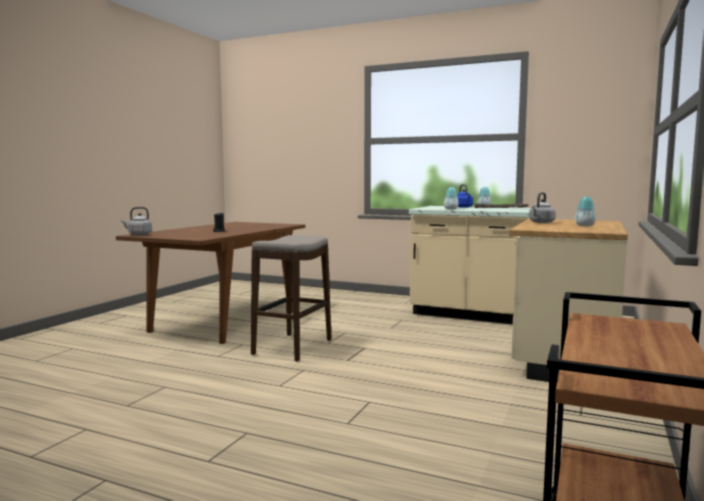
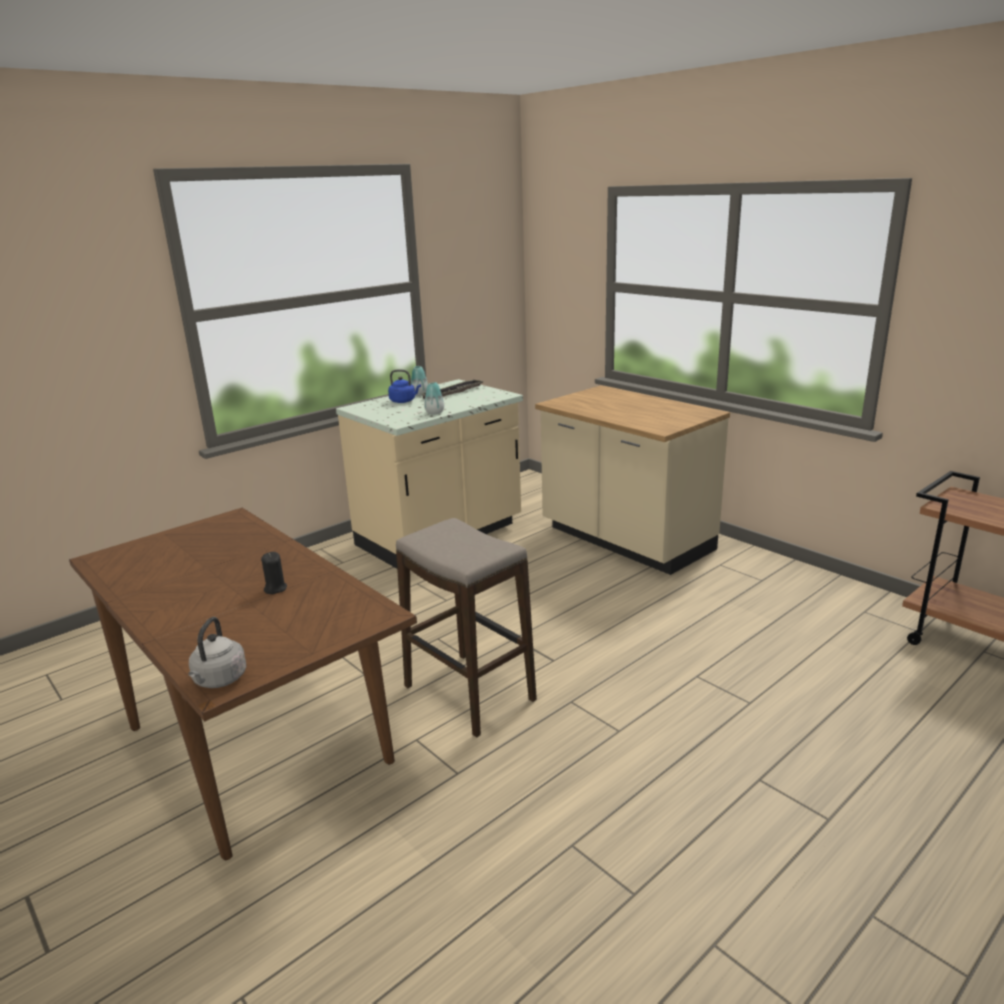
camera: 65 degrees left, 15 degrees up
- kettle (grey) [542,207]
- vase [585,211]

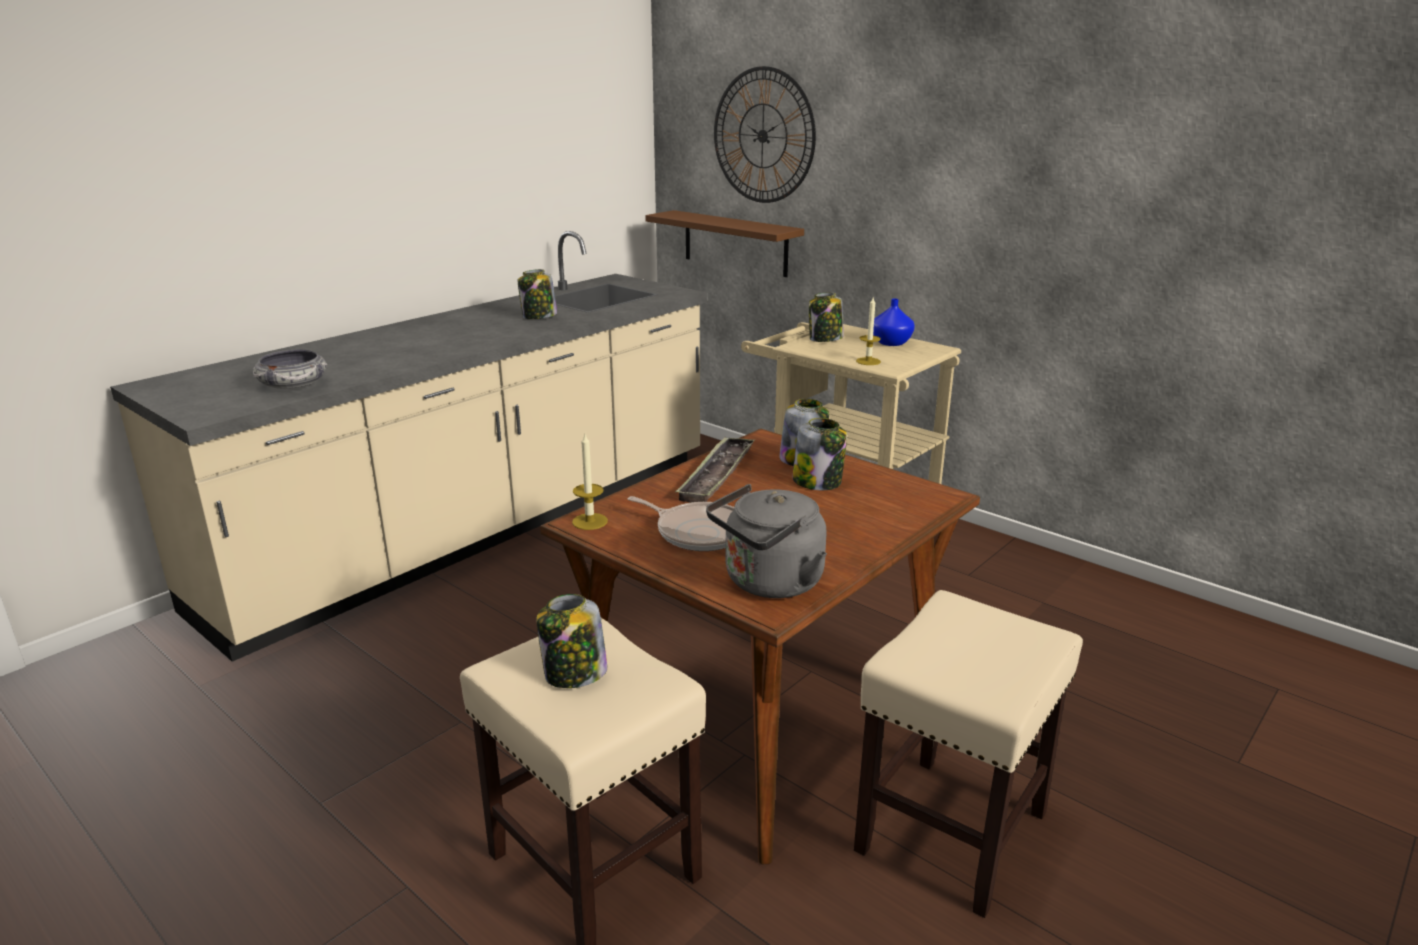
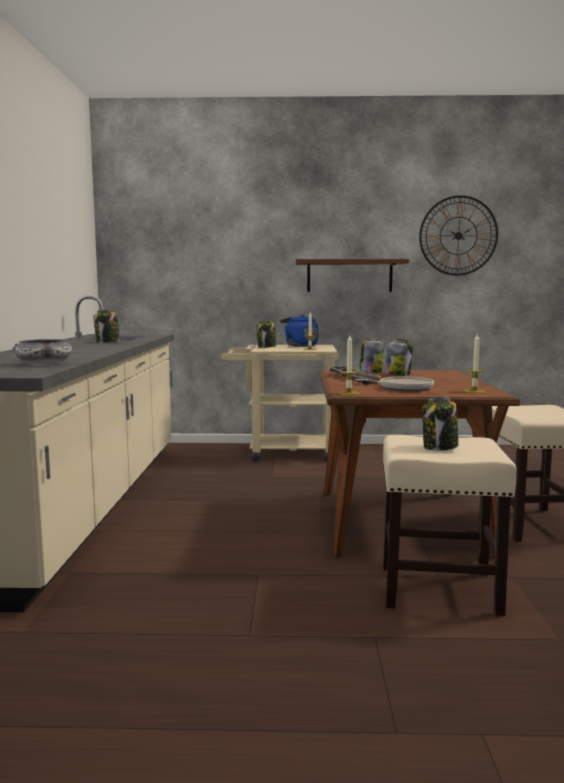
camera: 40 degrees left, 15 degrees down
~ vase (blue) [894,322] to kettle (blue) [299,330]
~ shelf (brown) [724,243] to [352,275]
~ wall clock [765,134] to [458,235]
~ kettle (grey) [766,541] to candle [474,363]

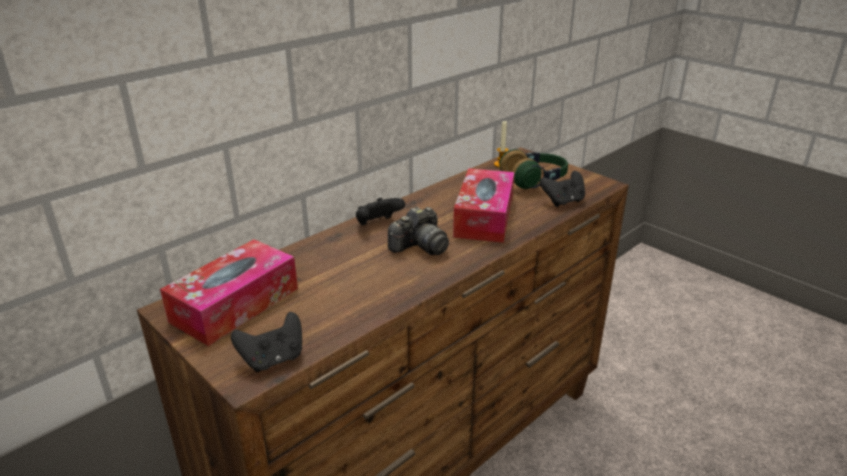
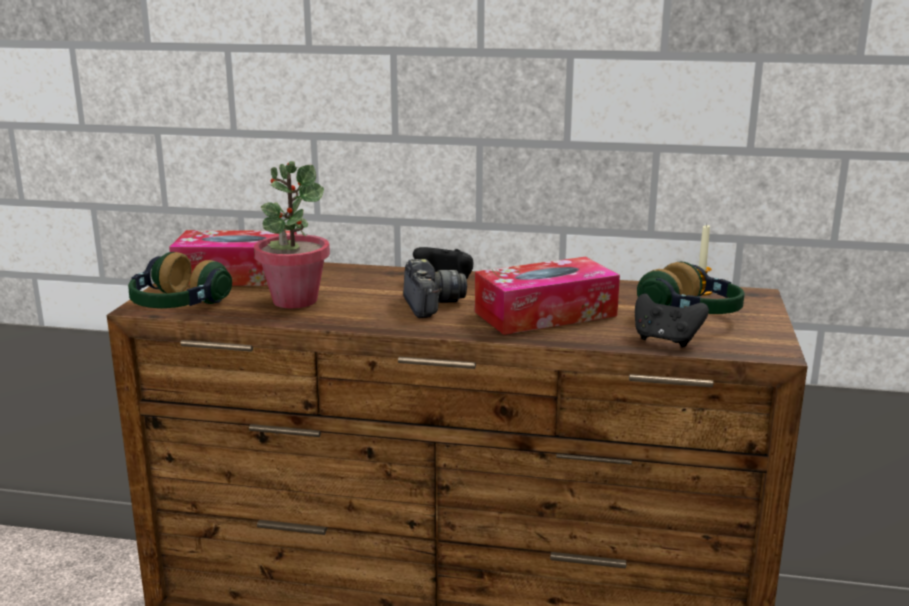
camera: 55 degrees right, 10 degrees down
~ game controller (black) [266,342] to headphones [180,280]
+ potted plant [292,235]
~ photo camera [418,230] = [435,288] 120 degrees counterclockwise

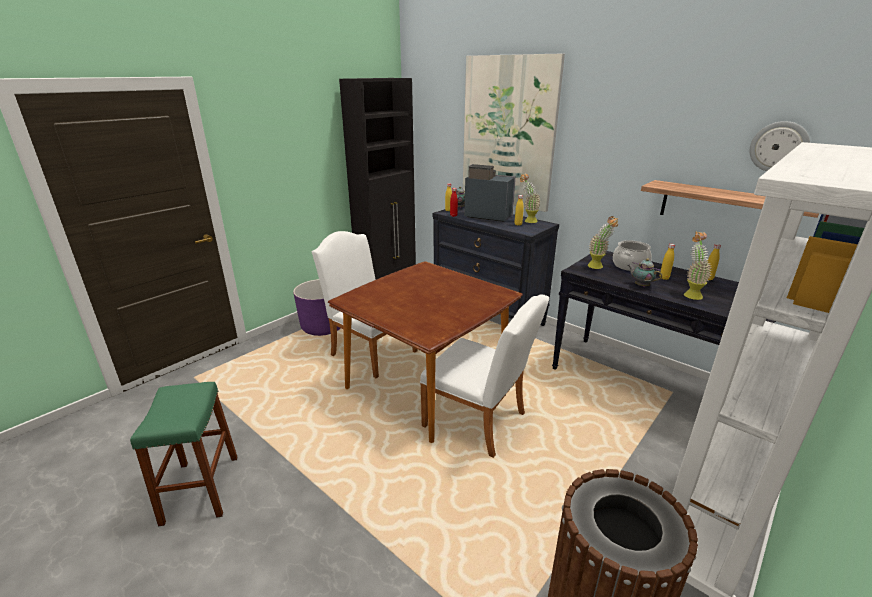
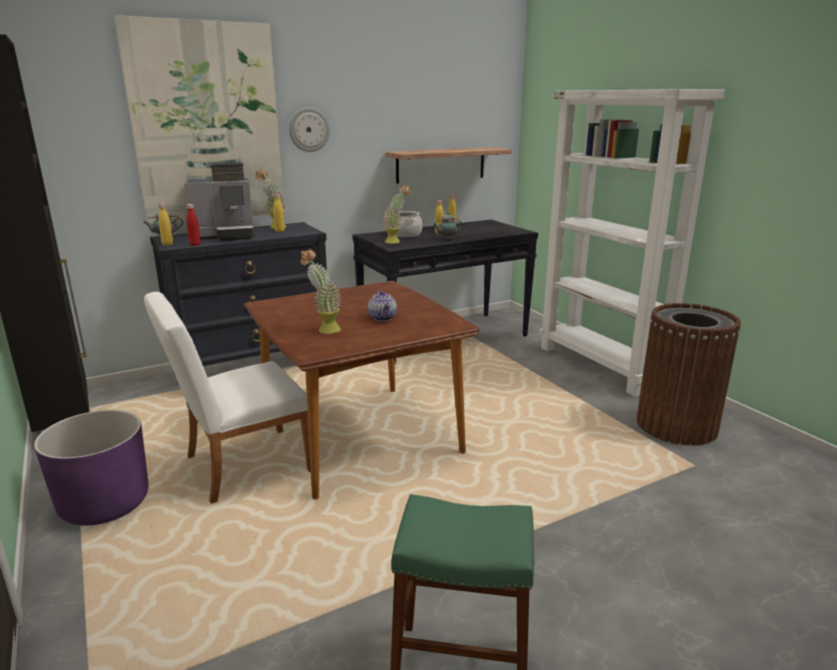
camera: 70 degrees left, 5 degrees down
~ coffee machine [490,193] = [219,202] 150 degrees counterclockwise
~ wall clock [780,146] to [309,129]
~ potted plant [698,266] to [320,292]
+ teapot [382,306]
- chair (white) [484,376]

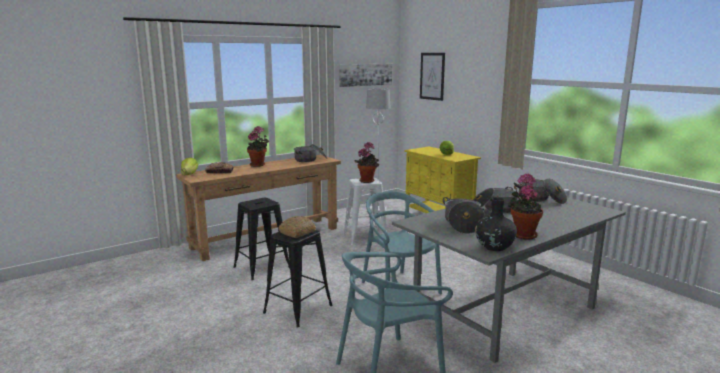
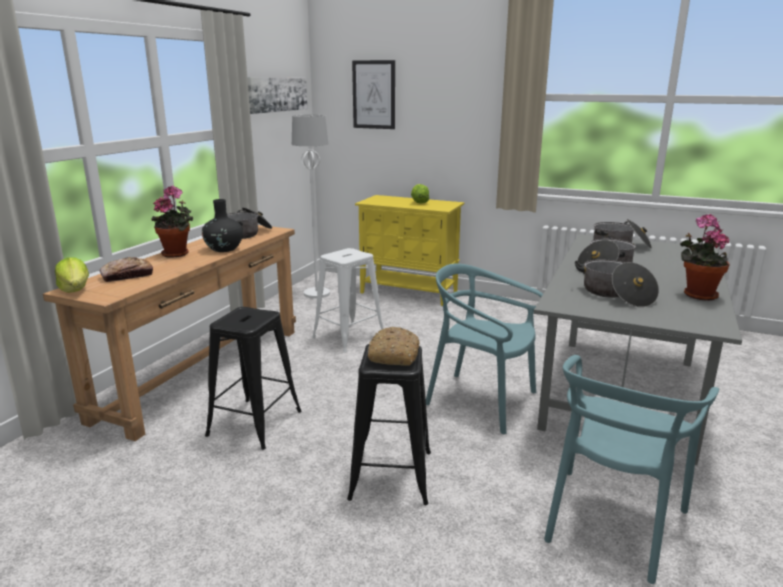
camera: 30 degrees left, 5 degrees up
~ vase (black) [496,224] to [222,225]
- potted plant [367,162]

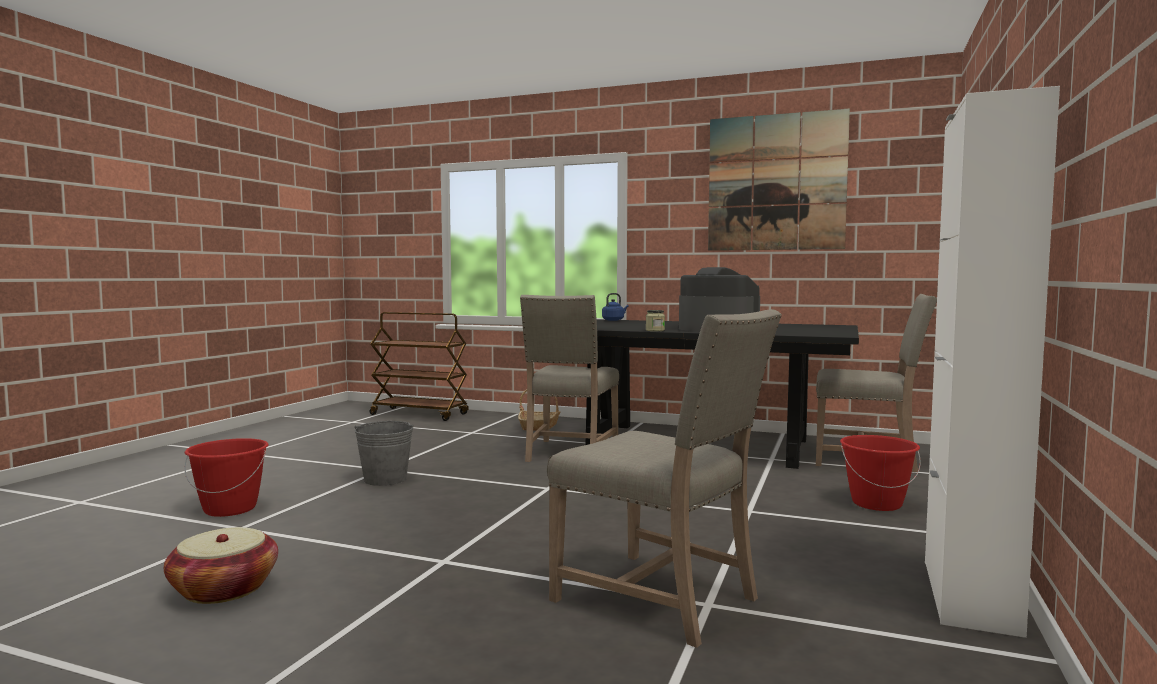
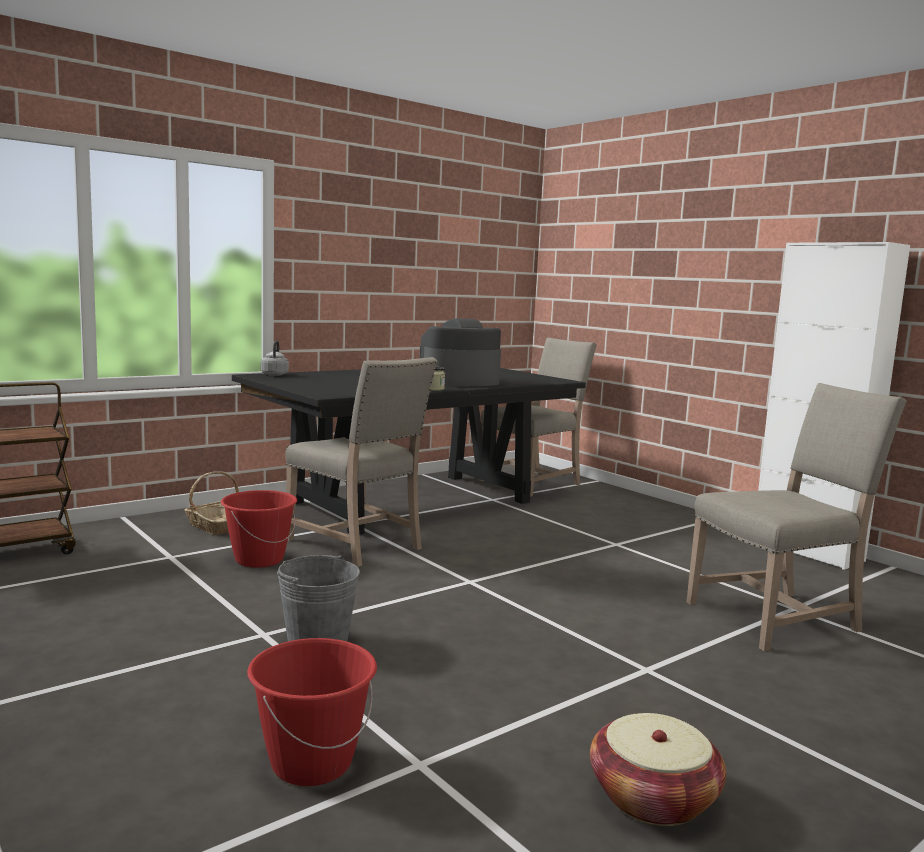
camera: 60 degrees left, 5 degrees up
~ bucket (red) [880,473] to [259,529]
~ kettle (blue) [615,307] to kettle (grey) [275,358]
- picture [779,179]

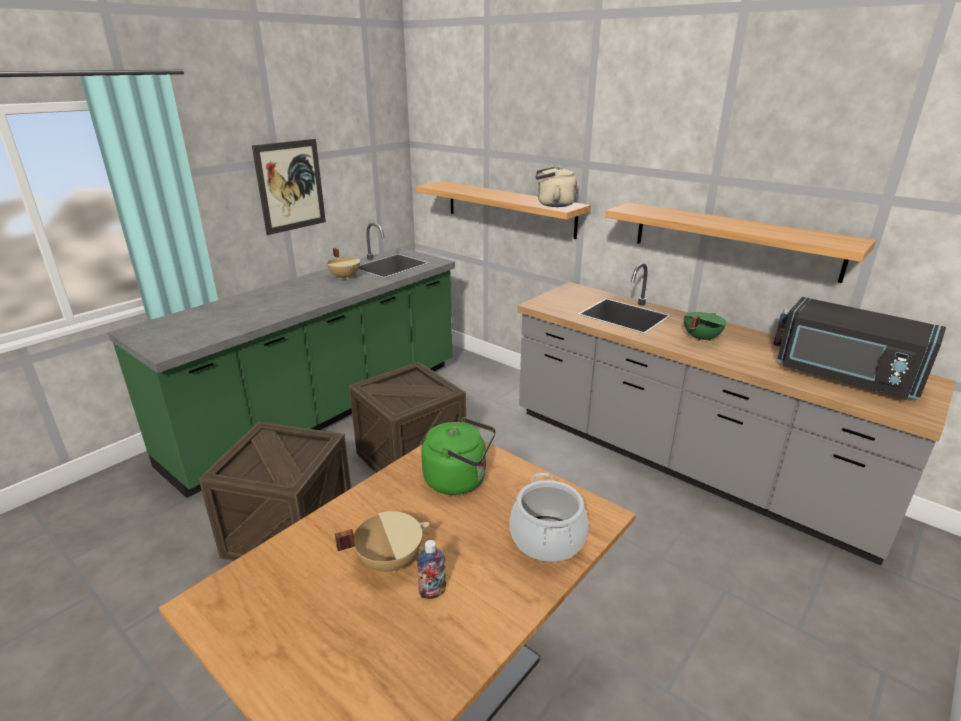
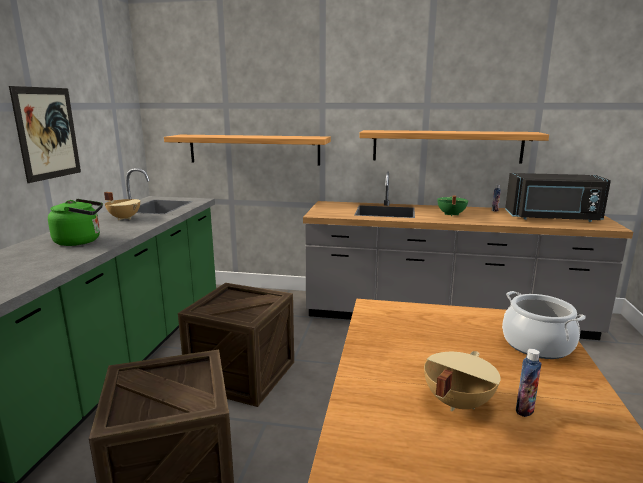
camera: 30 degrees left, 10 degrees down
~ kettle (green) [458,456] to [75,222]
- kettle (beige) [556,186]

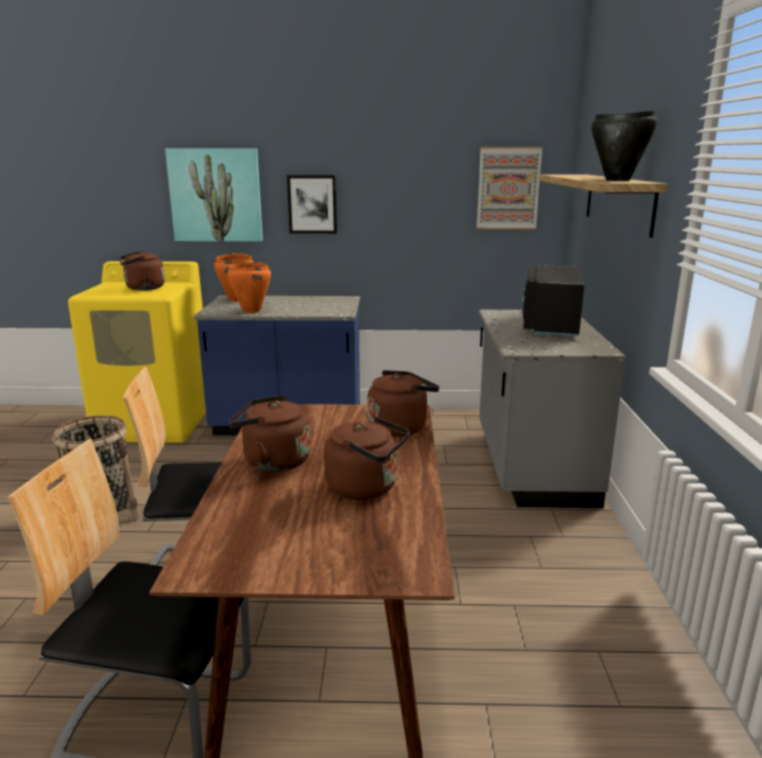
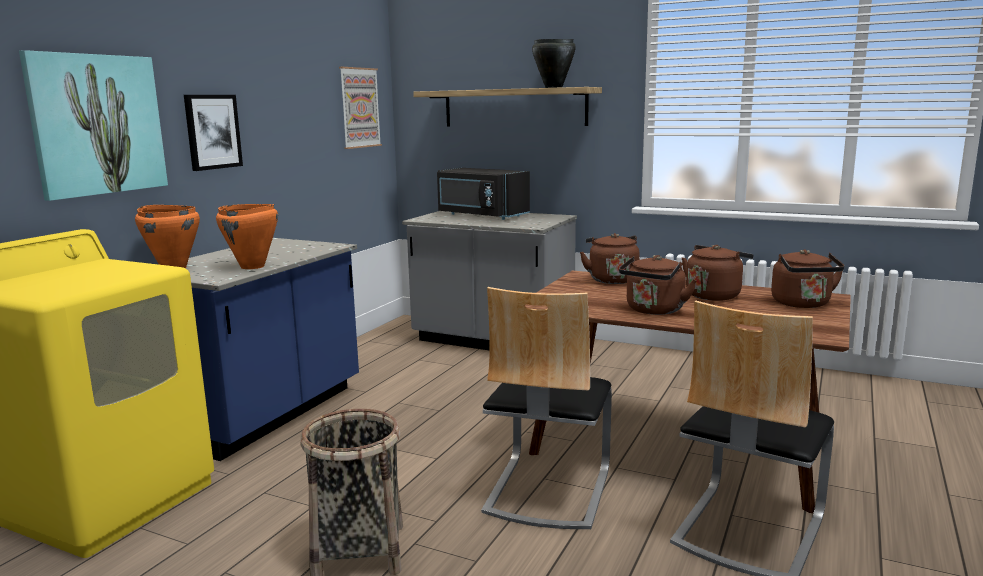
camera: 65 degrees left, 5 degrees down
~ kettle (brown) [141,270] to [807,278]

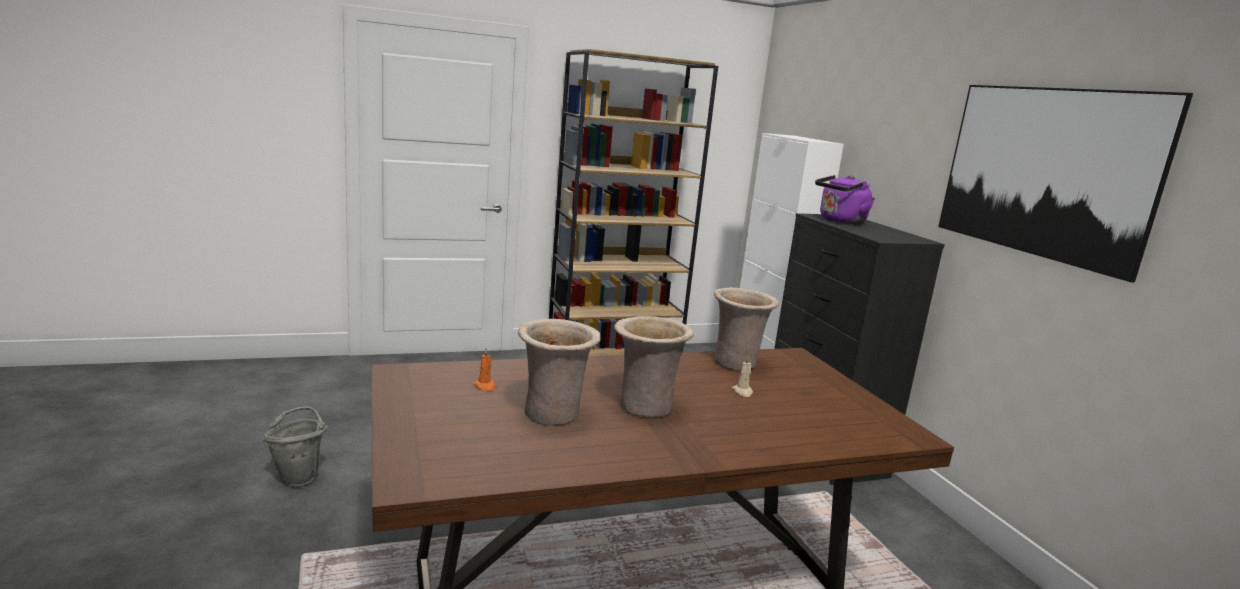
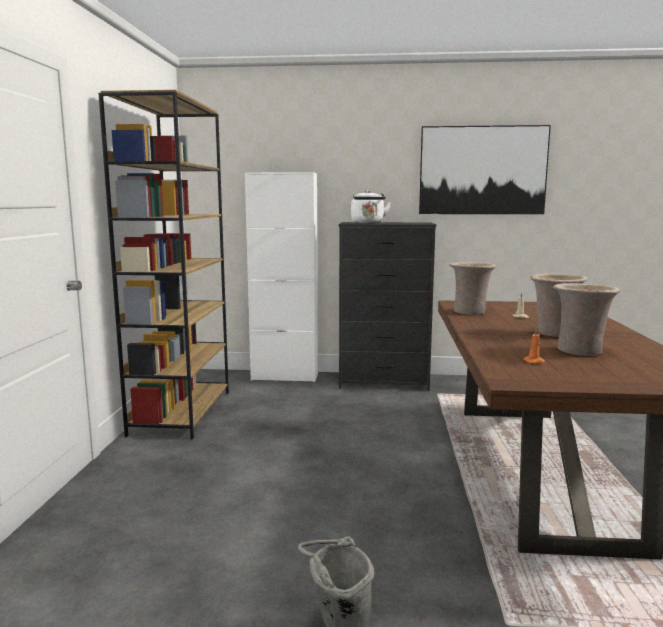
camera: 65 degrees left, 5 degrees down
~ kettle (purple) [845,199] to kettle (white) [371,206]

